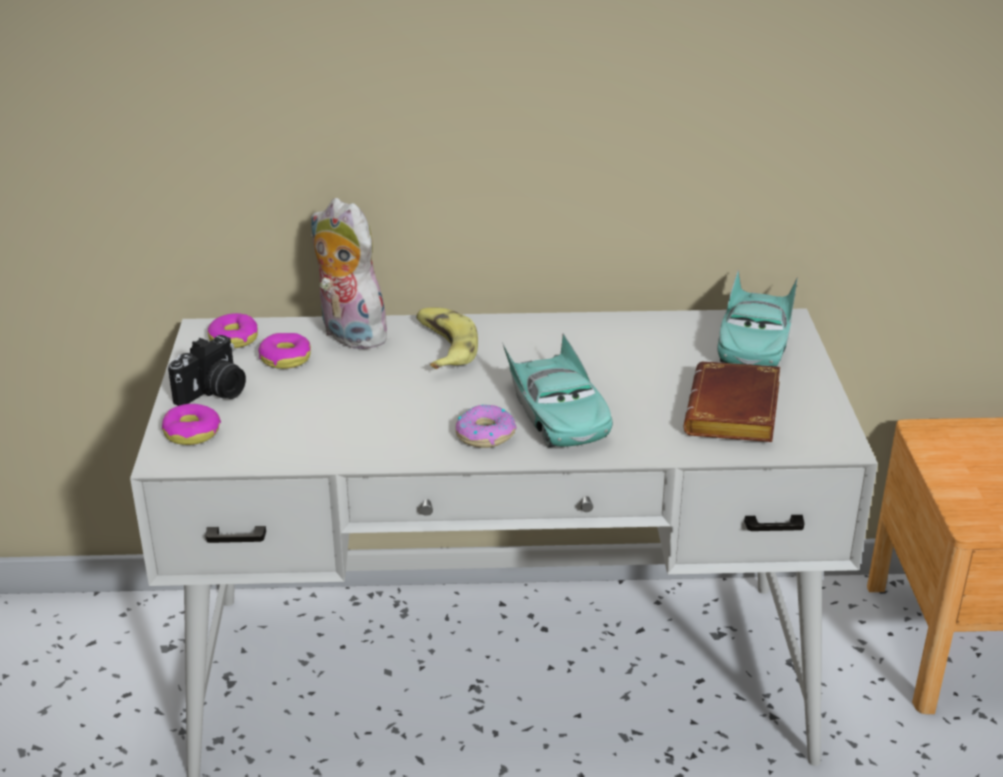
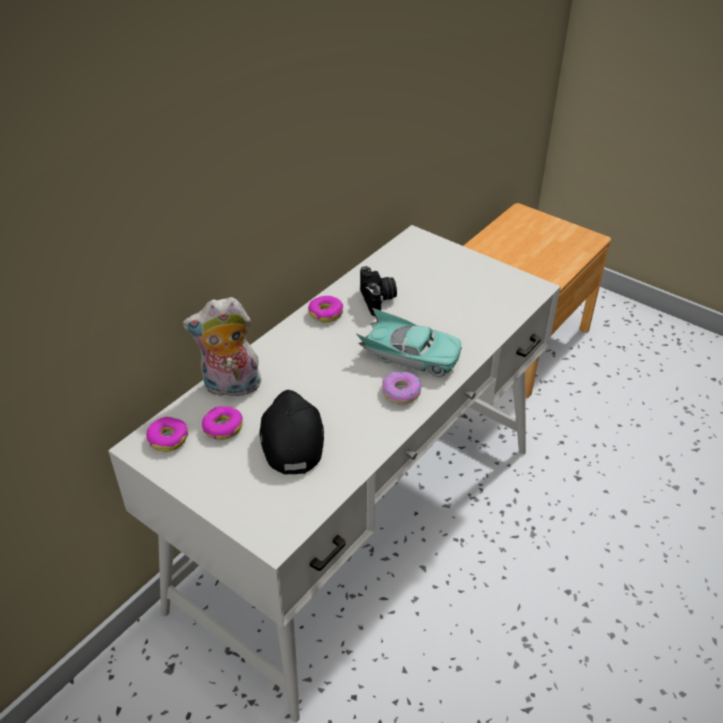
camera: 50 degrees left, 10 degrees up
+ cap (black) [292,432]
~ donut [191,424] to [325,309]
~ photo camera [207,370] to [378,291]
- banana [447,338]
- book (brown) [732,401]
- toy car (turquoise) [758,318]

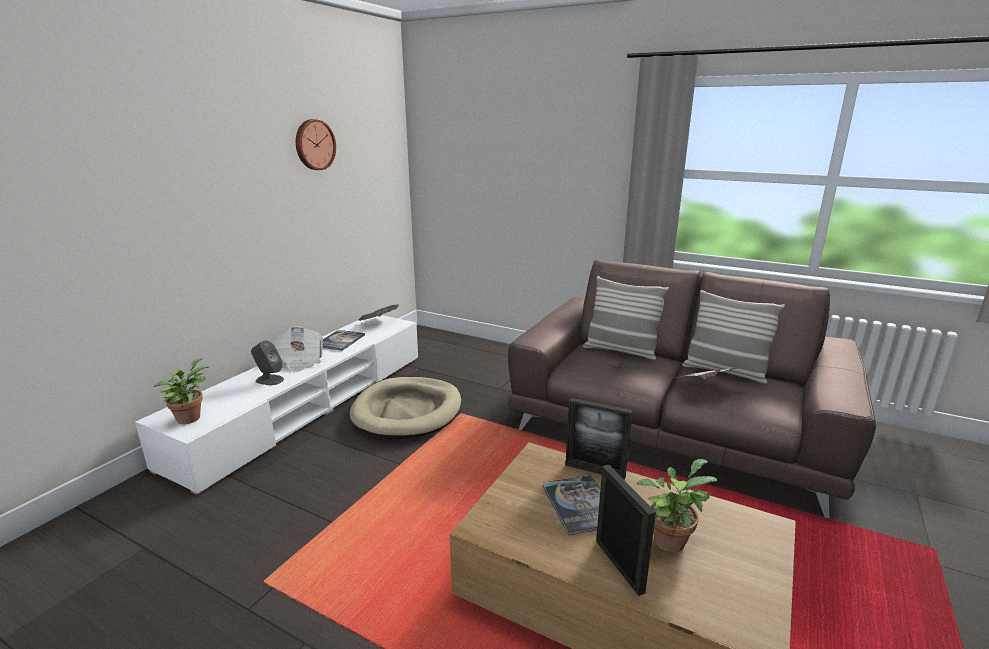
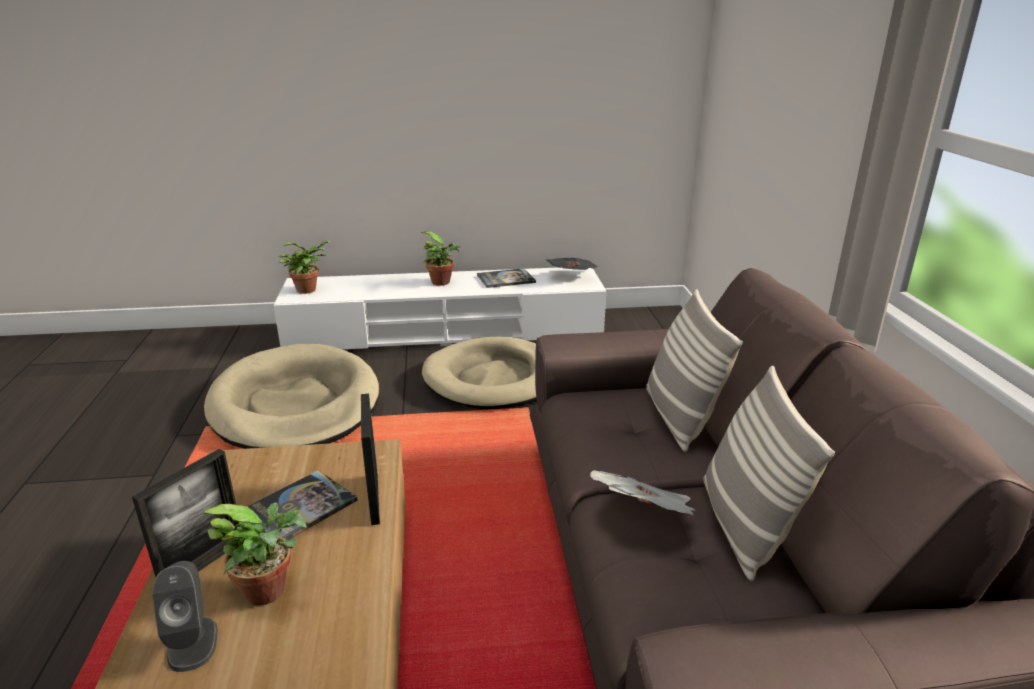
camera: 55 degrees right, 5 degrees up
~ speaker (grey) [267,362] to [185,616]
+ dog bed (beige) [291,396]
~ newspaper [299,349] to potted plant [441,258]
- wall clock [316,144]

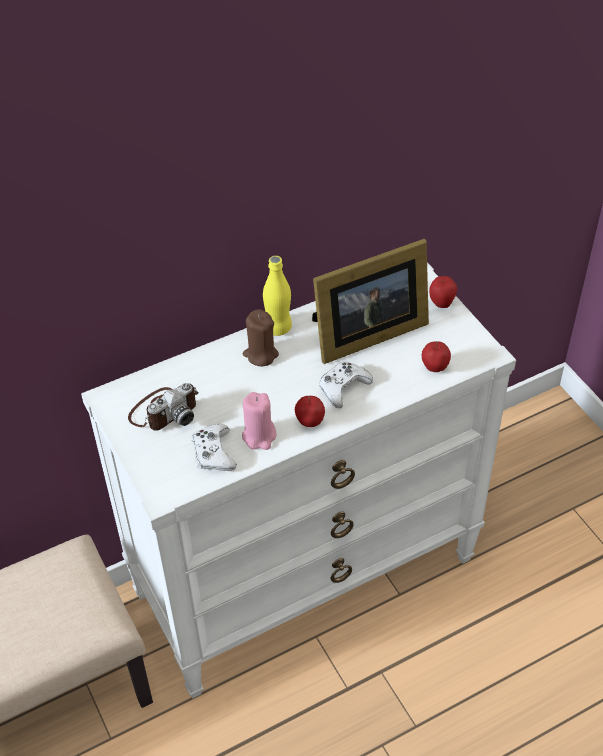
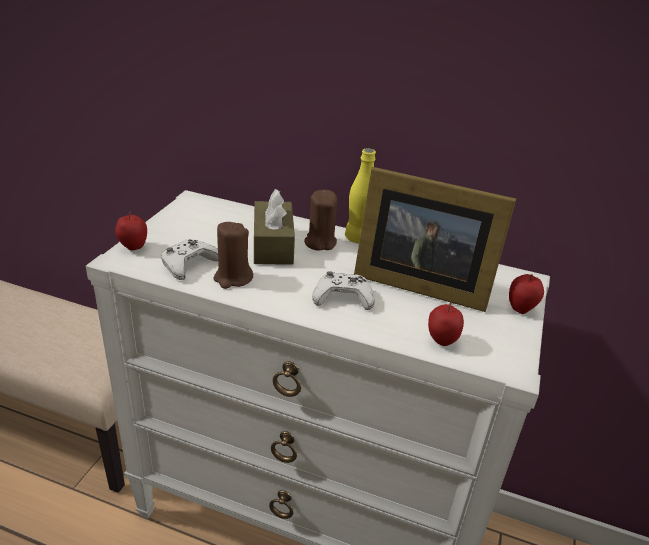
camera: 45 degrees right, 15 degrees down
~ apple [310,411] to [131,231]
~ candle (pink) [259,421] to candle (brown) [233,255]
+ tissue box (brown) [274,226]
- photo camera [163,407]

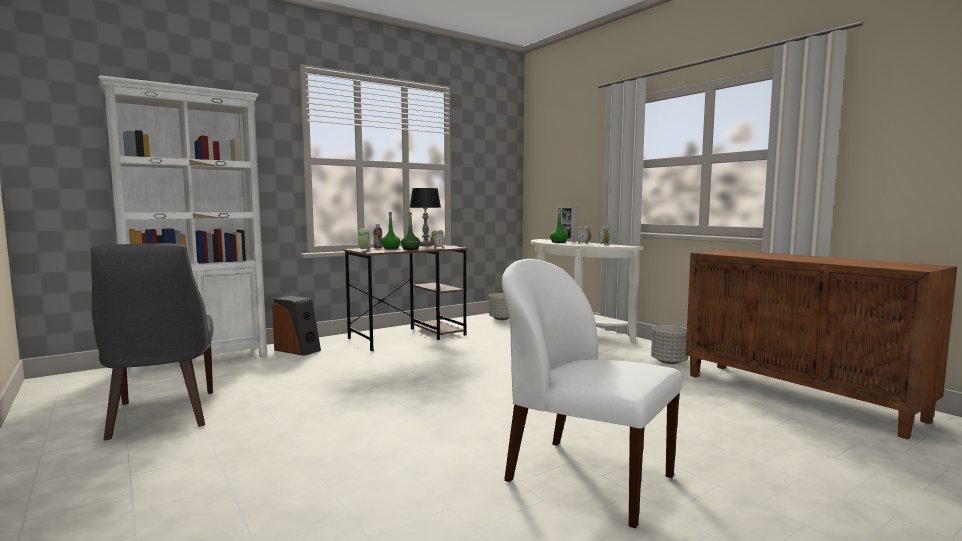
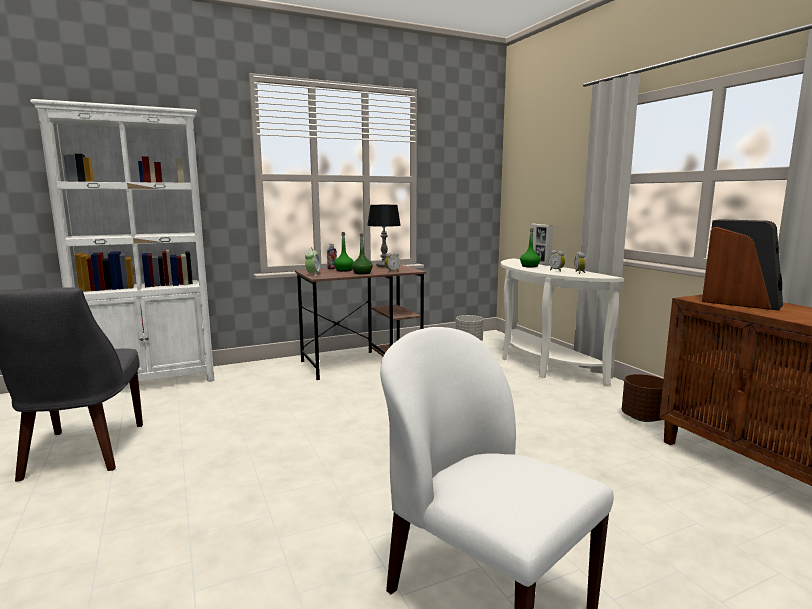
camera: 10 degrees right, 5 degrees up
~ planter (grey) [670,344] to planter (brown) [643,398]
~ speaker [296,326] to [742,265]

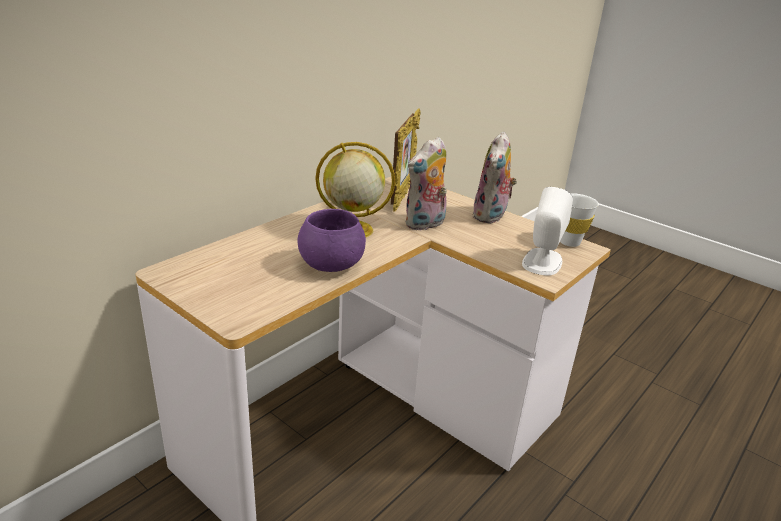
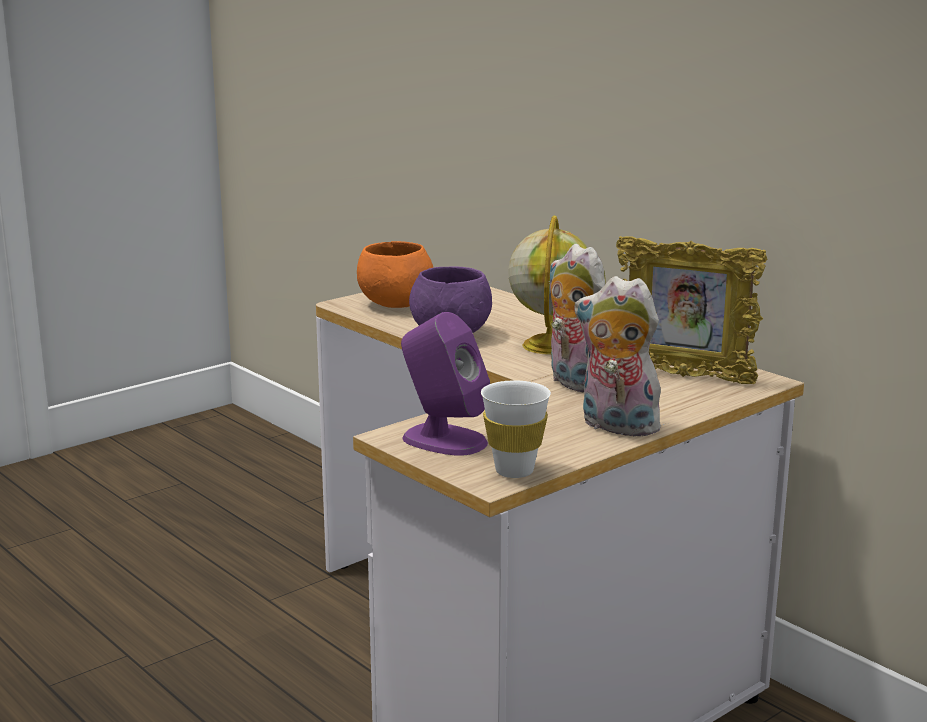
camera: 100 degrees right, 10 degrees down
+ bowl (orange) [395,274]
~ speaker (white) [547,231] to speaker (purple) [445,384]

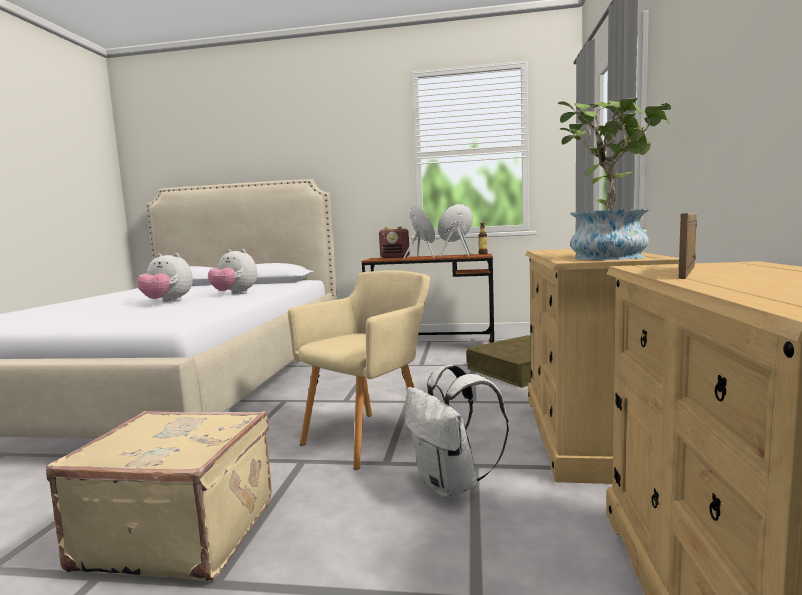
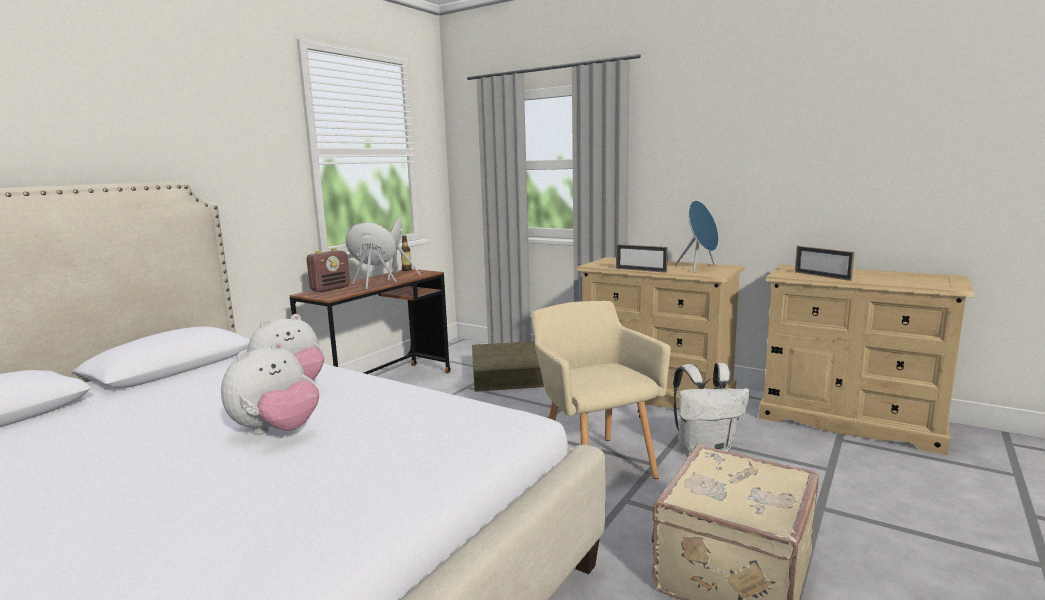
camera: 65 degrees left, 5 degrees up
+ picture frame [642,258]
~ potted plant [614,179] to speaker (blue) [697,236]

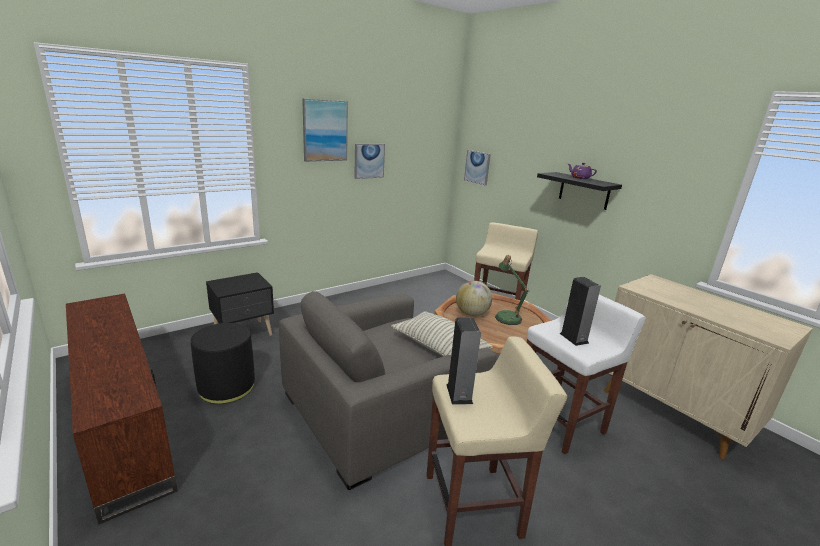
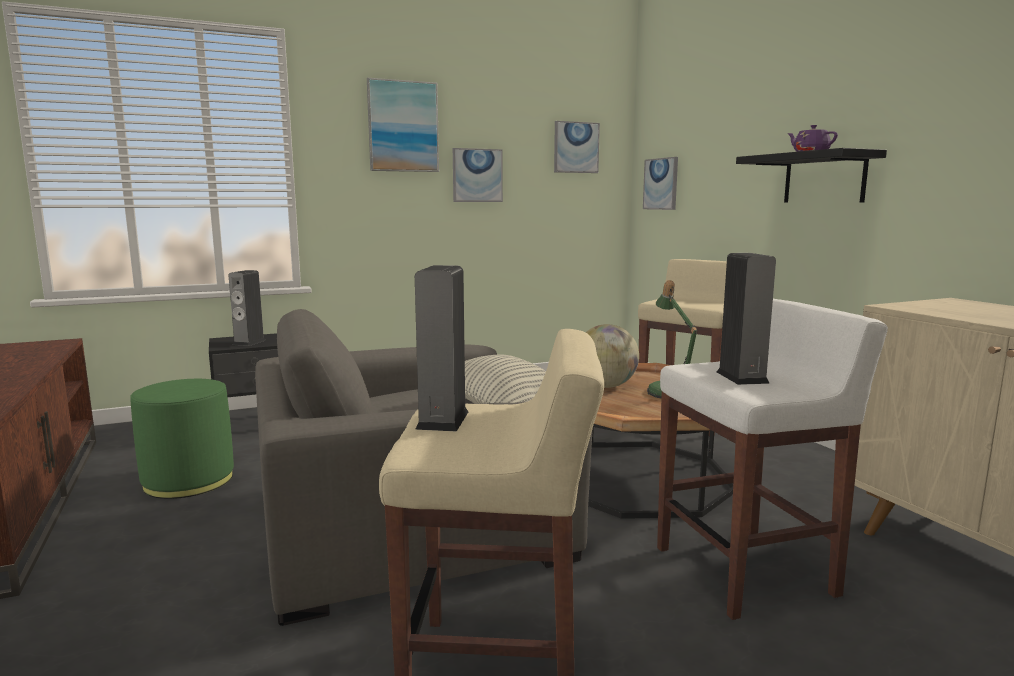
camera: 15 degrees right, 10 degrees down
~ ottoman (black) [223,363] to ottoman (green) [182,439]
+ speaker [247,308]
+ picture [577,147]

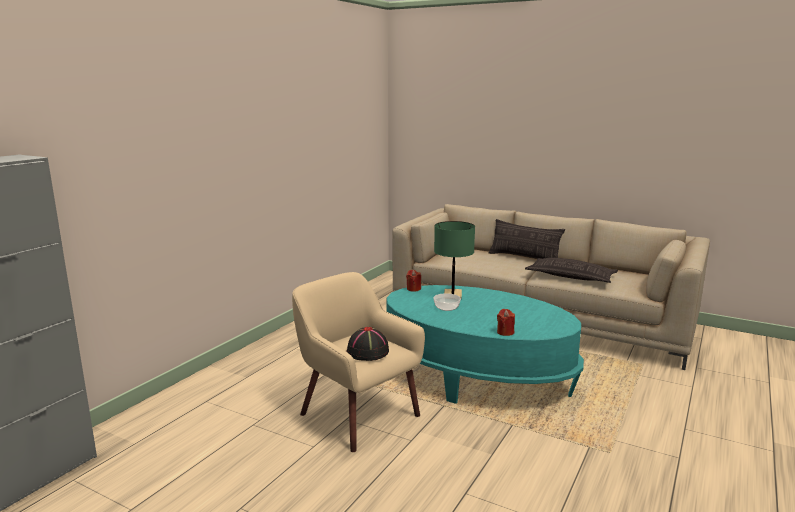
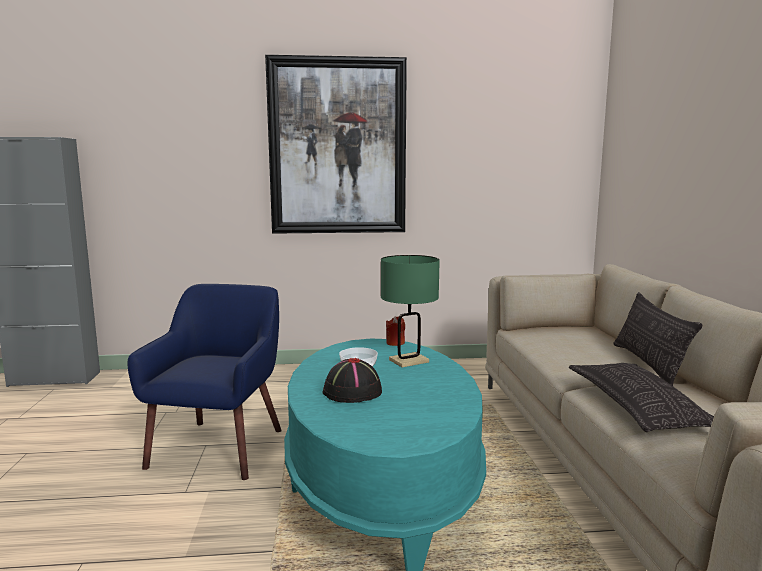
camera: 55 degrees right, 5 degrees down
~ armchair (beige) [358,362] to armchair (blue) [205,382]
+ picture [336,144]
~ hat (black) [367,344] to [352,380]
- candle (red) [506,322]

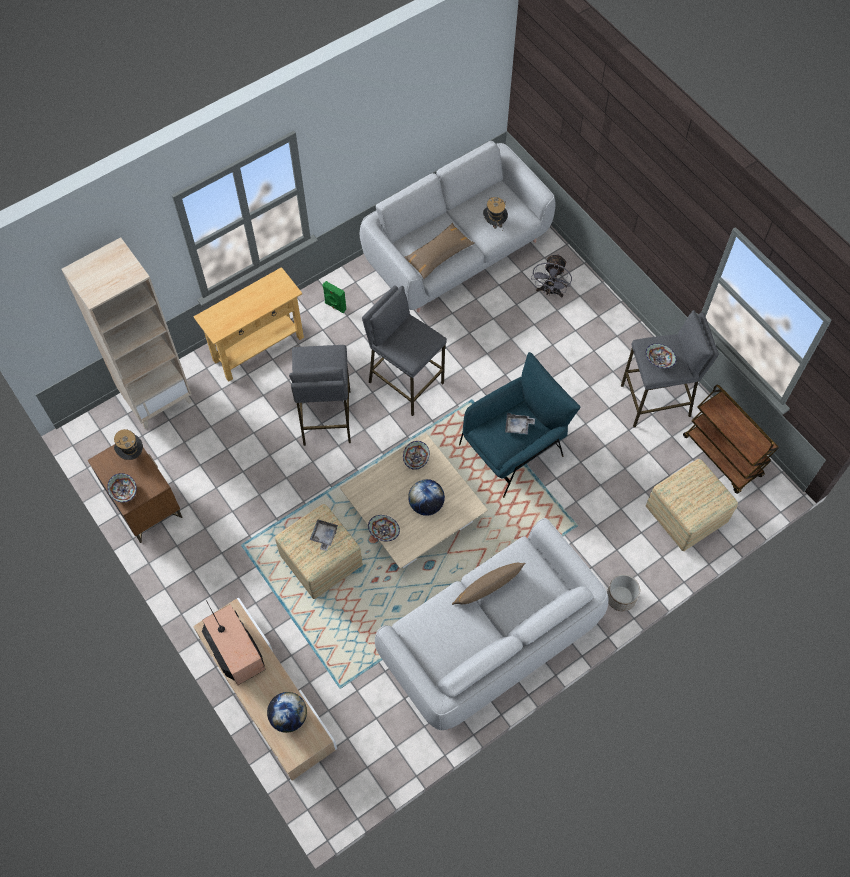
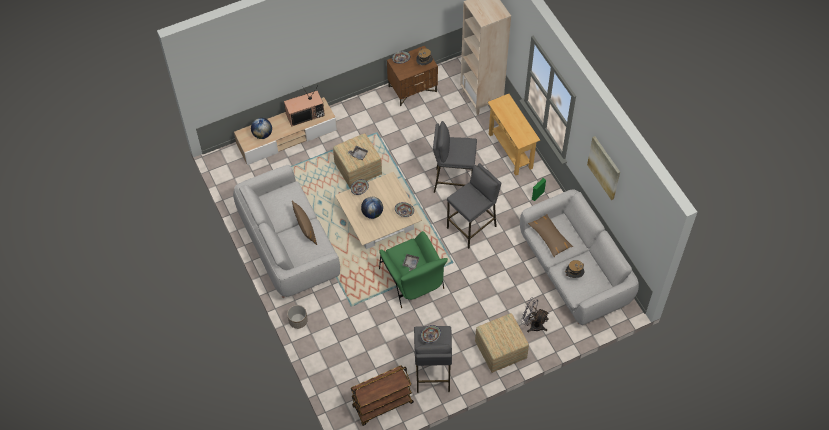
camera: 100 degrees right, 5 degrees down
~ armchair (blue) [519,425] to armchair (green) [413,269]
~ ottoman [692,505] to [502,343]
+ picture [603,168]

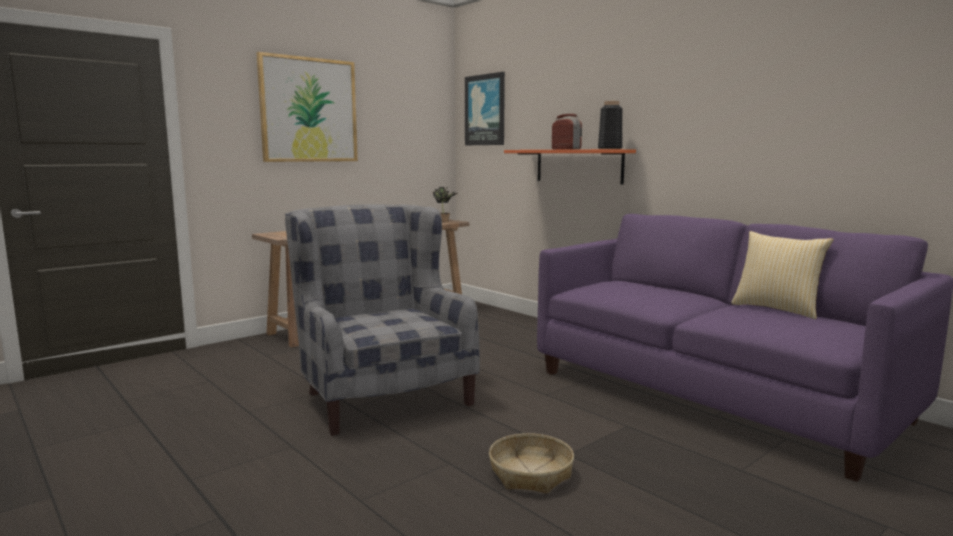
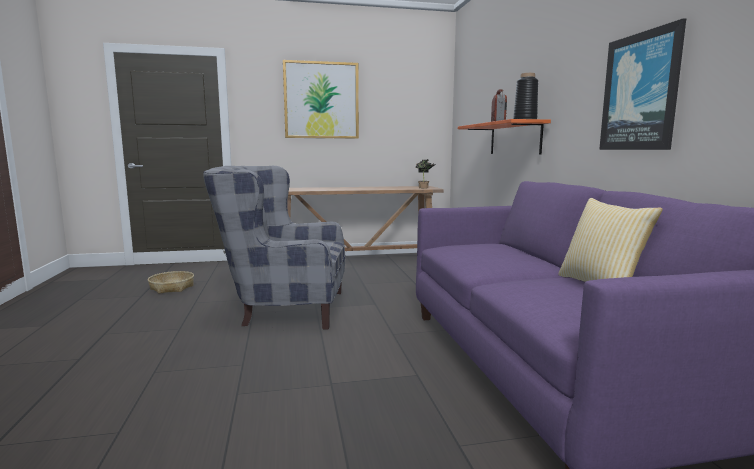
camera: 30 degrees right, 0 degrees up
~ basket [531,463] to [171,282]
~ armchair (grey) [382,320] = [274,247] 90 degrees counterclockwise
~ picture [485,108] to [642,84]

